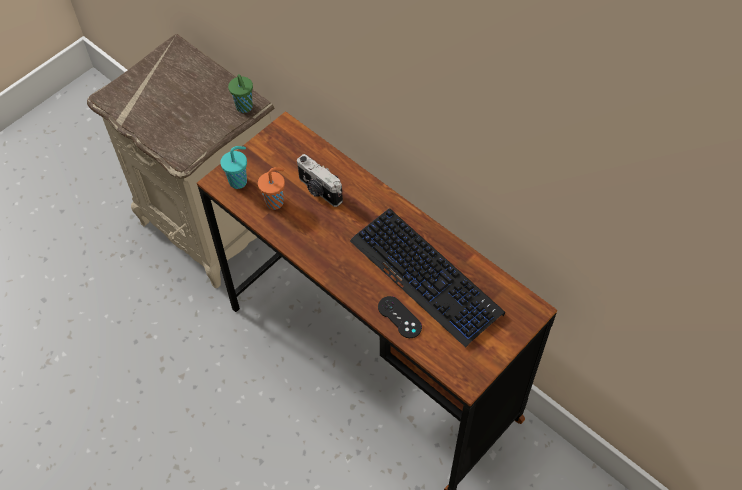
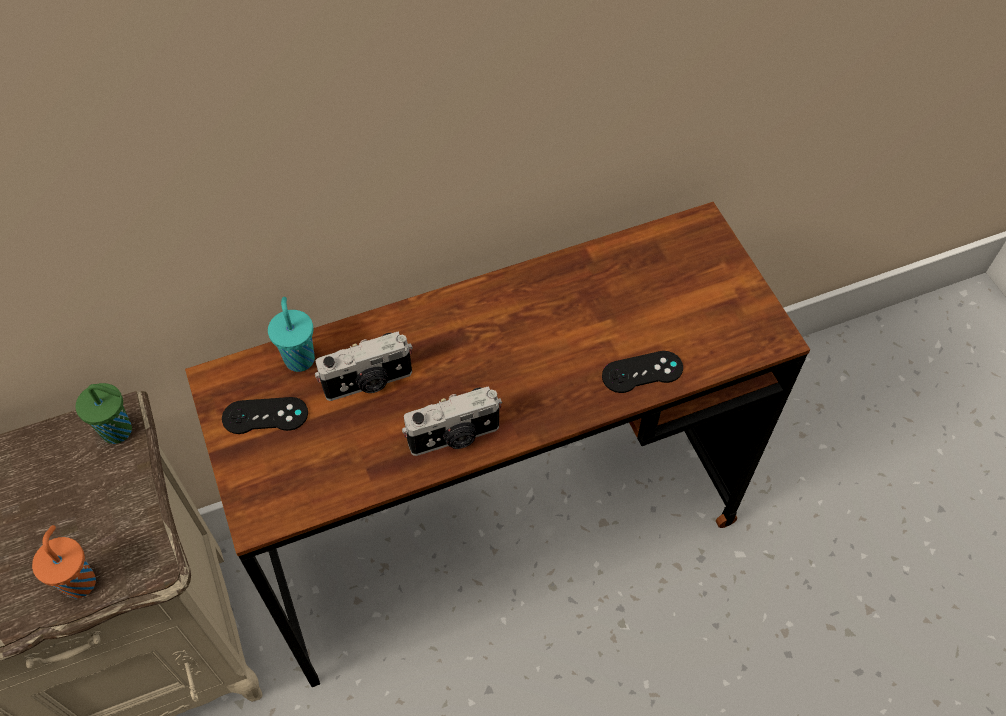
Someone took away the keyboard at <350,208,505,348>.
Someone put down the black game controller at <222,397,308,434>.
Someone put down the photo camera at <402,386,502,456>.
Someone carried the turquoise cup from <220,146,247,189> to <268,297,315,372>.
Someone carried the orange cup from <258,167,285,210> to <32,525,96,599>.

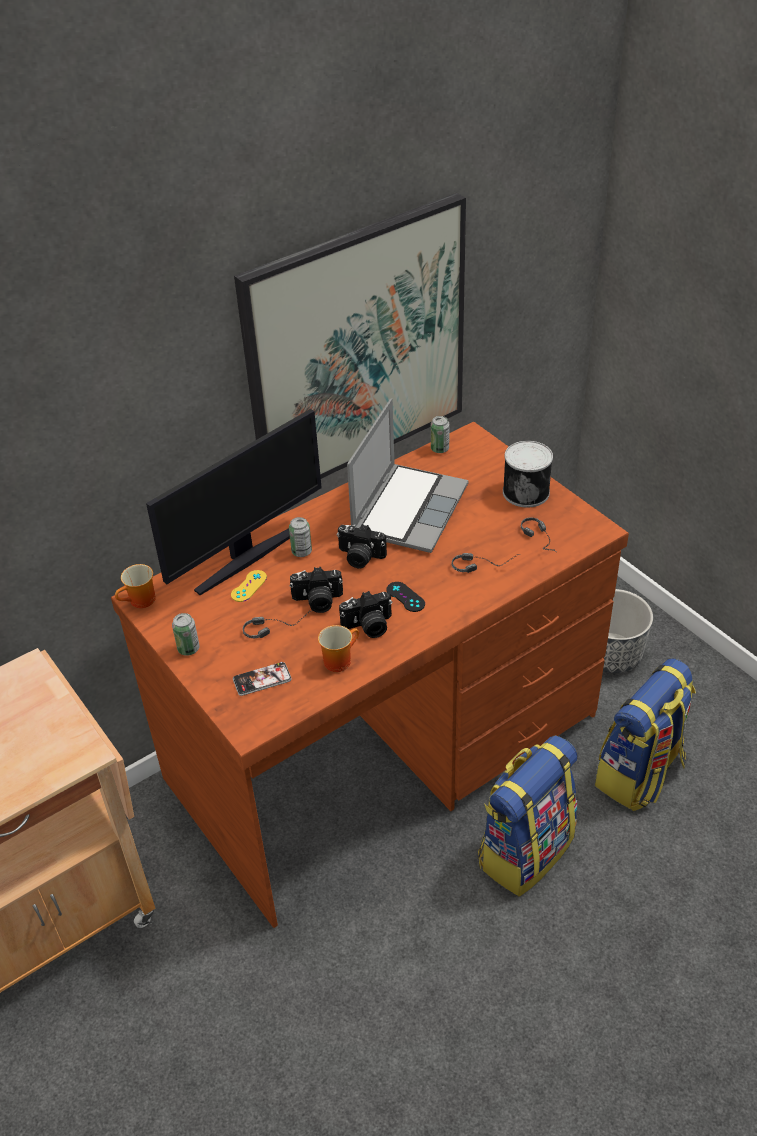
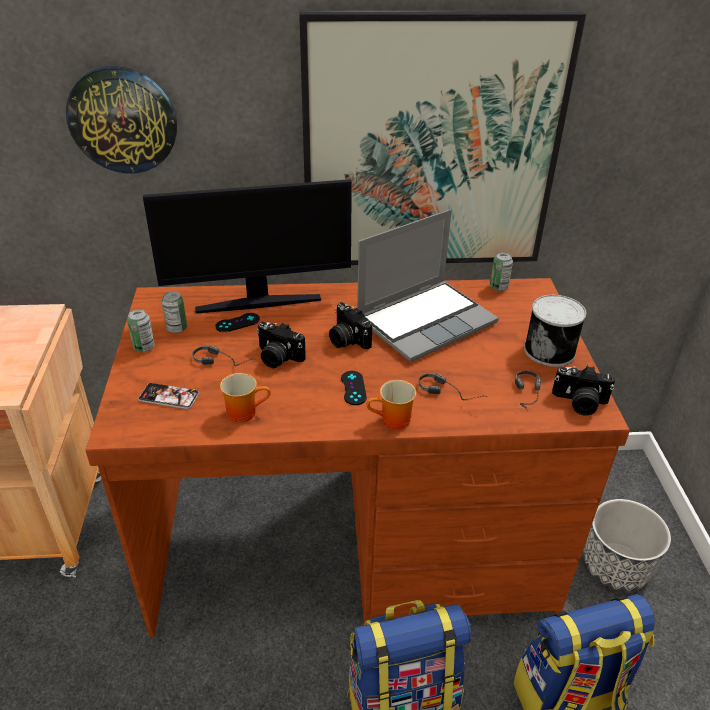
Someone put up the wall clock at <66,66,177,173>.
Someone carried the mug from <115,564,156,608> to <367,380,417,430>.
Someone carried the can from <289,517,312,557> to <162,291,187,333>.
Someone carried the photo camera from <339,591,392,638> to <552,366,615,415>.
Someone repainted the yellow game controller at <231,570,267,602>, which became the black game controller at <215,313,260,332>.

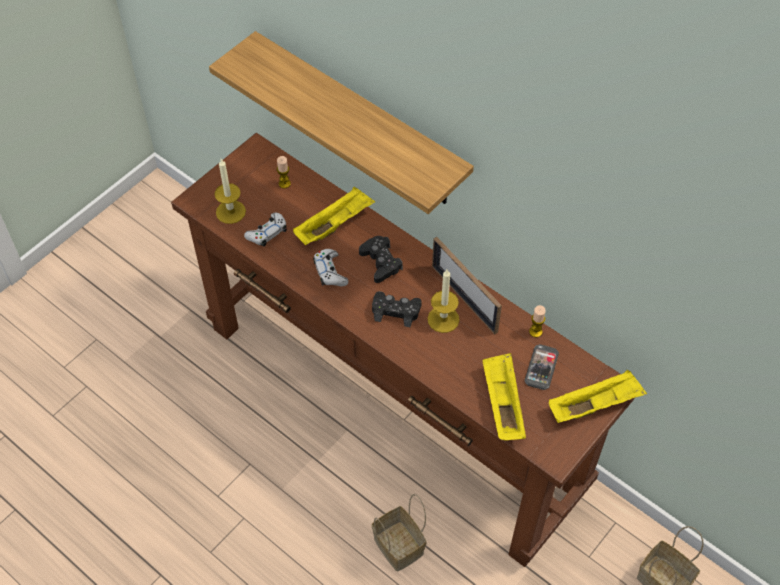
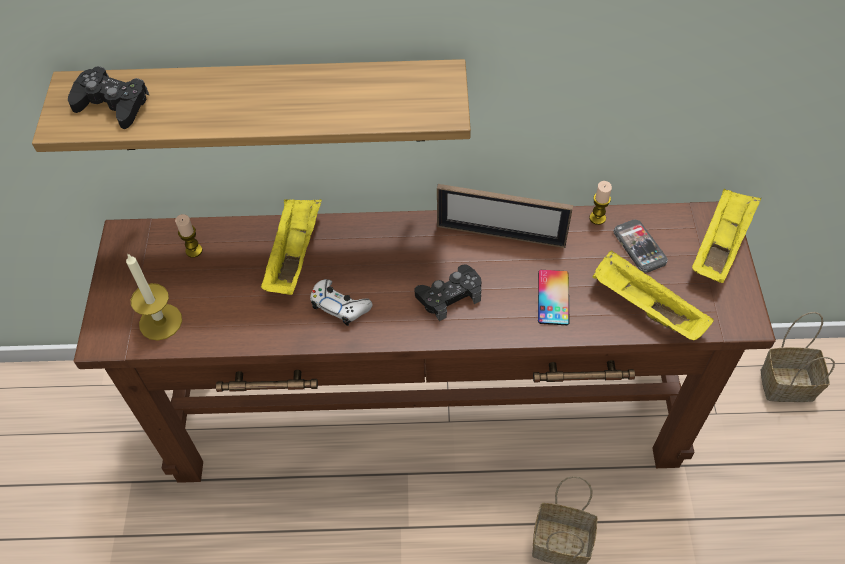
Someone took away the white game controller at <244,213,287,247>.
Someone took away the candle at <428,270,460,333>.
Someone put down the phone at <538,270,569,325>.
Someone carried the black game controller from <359,236,403,283> to <68,66,150,129>.

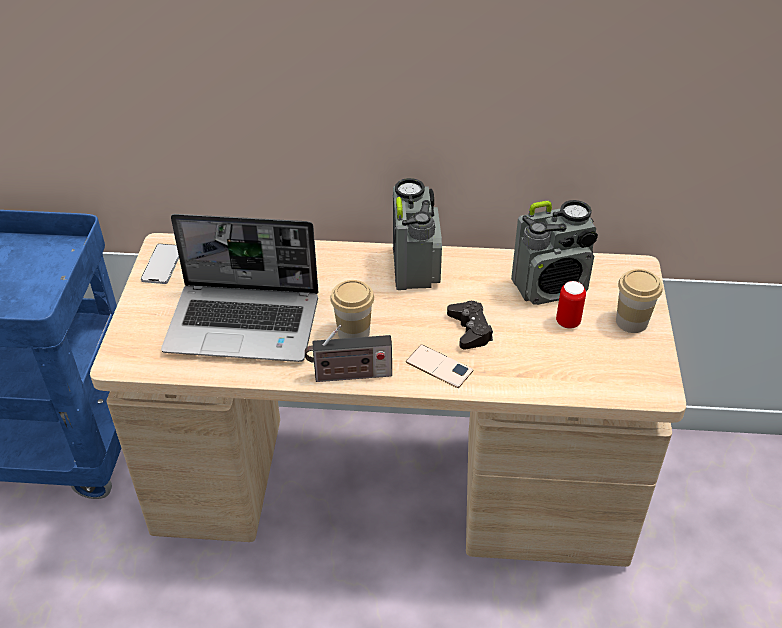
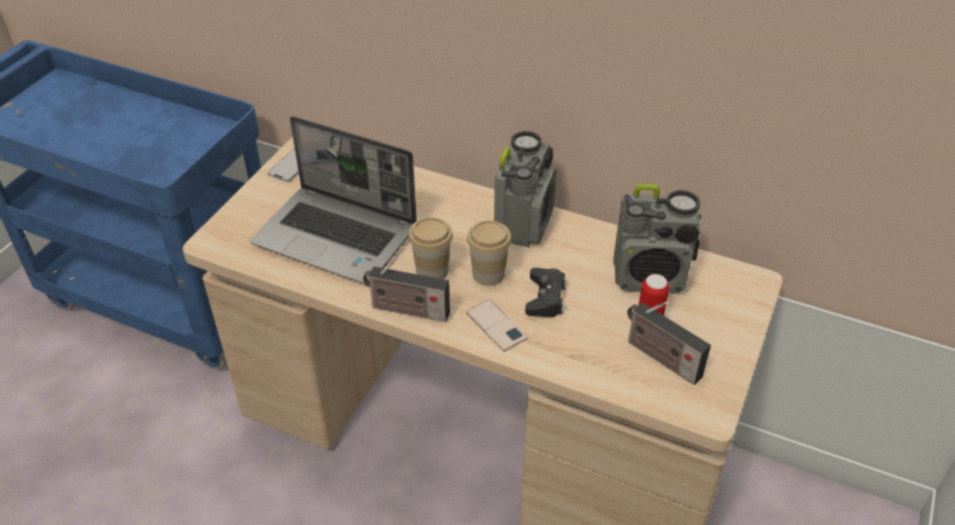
Someone put down the radio at <627,302,711,385>.
Someone carried the cup from <616,269,662,333> to <467,220,511,286>.

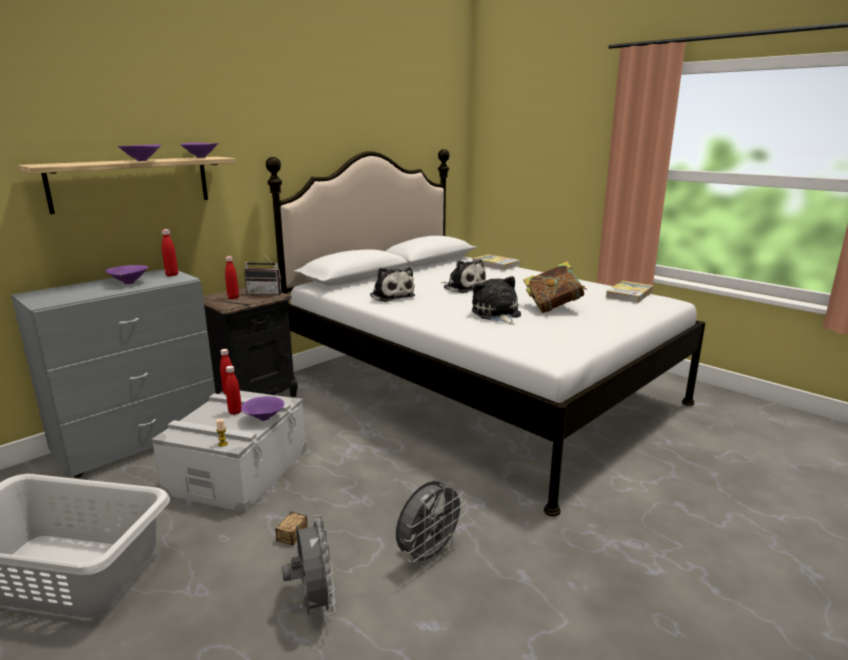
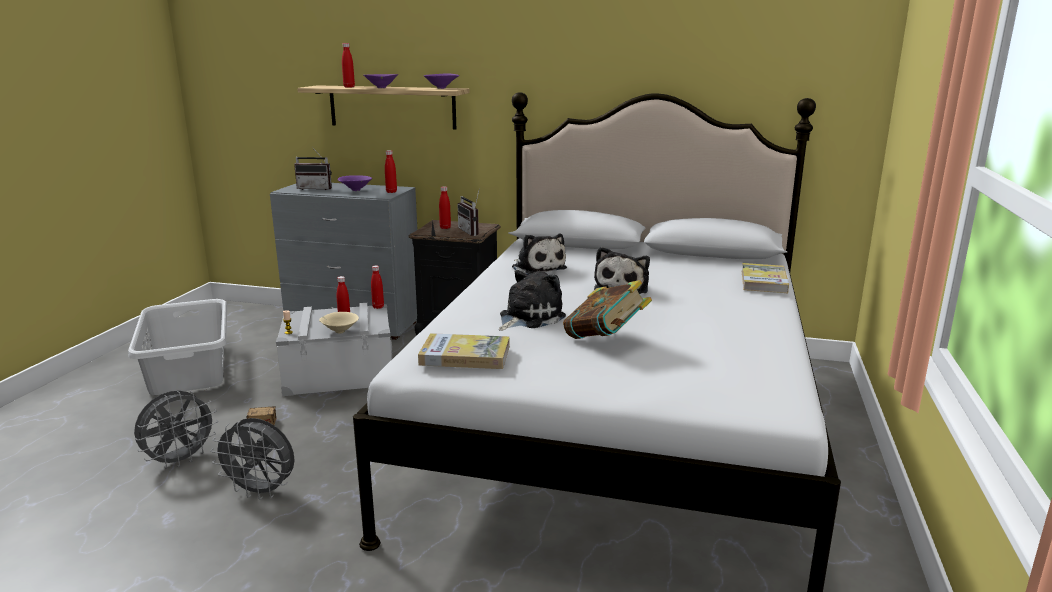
Someone put down the radio at <294,147,332,190>.
Someone put down the red bottle at <342,43,355,88>.
Someone carried the book from <605,281,653,303> to <418,333,510,369>.
Someone repainted the purple bowl at <241,396,285,421>, which became the beige bowl at <319,312,359,333>.
Someone rotated the plush toy at <370,267,415,302> by 60 degrees counterclockwise.

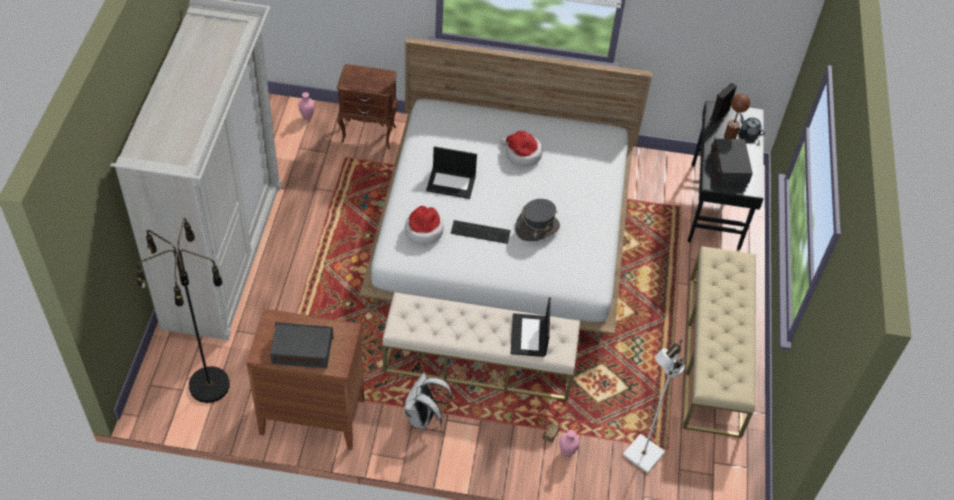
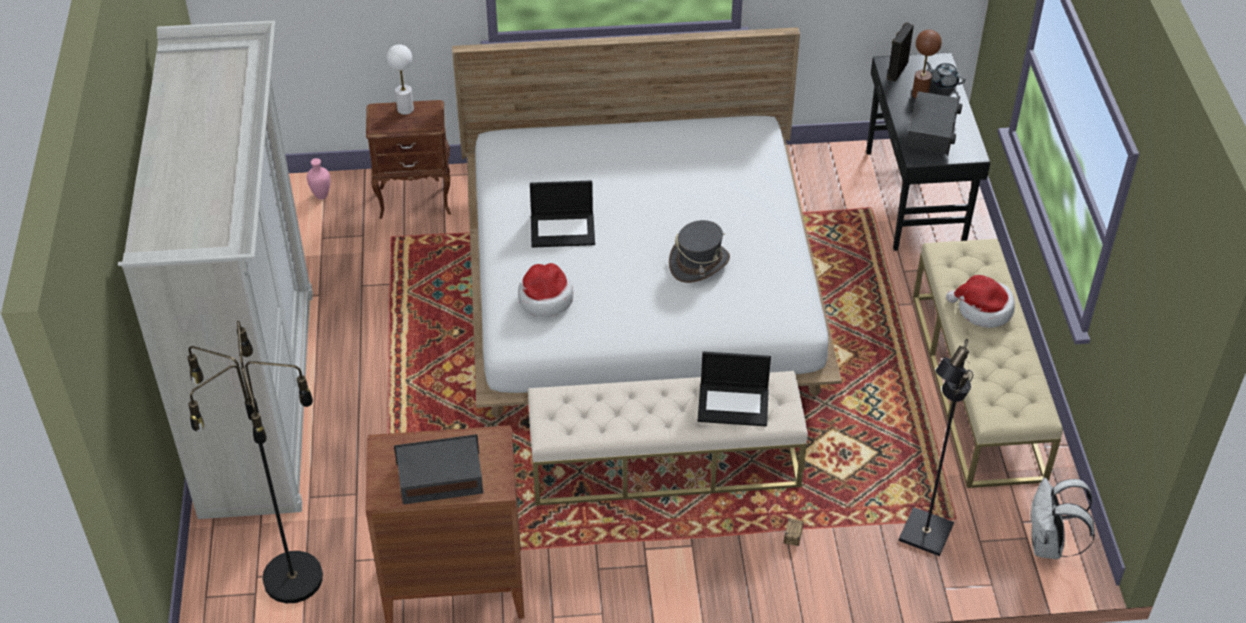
Someone took away the keyboard at <450,220,511,244>.
Someone took away the pink vase at <560,430,579,457>.
Someone put down the white table lamp at <387,44,414,115>.
Someone carried the white backpack from <404,372,452,430> to <1029,477,1095,559>.
Someone carried the hat from <501,131,543,167> to <946,275,1015,328>.
Someone repainted the white floor lamp at <623,339,685,473>, which became the black floor lamp at <899,339,973,556>.
Someone rotated the laptop at <511,297,551,357> by 75 degrees counterclockwise.
Someone rotated the radio at <711,137,753,185> by 150 degrees counterclockwise.

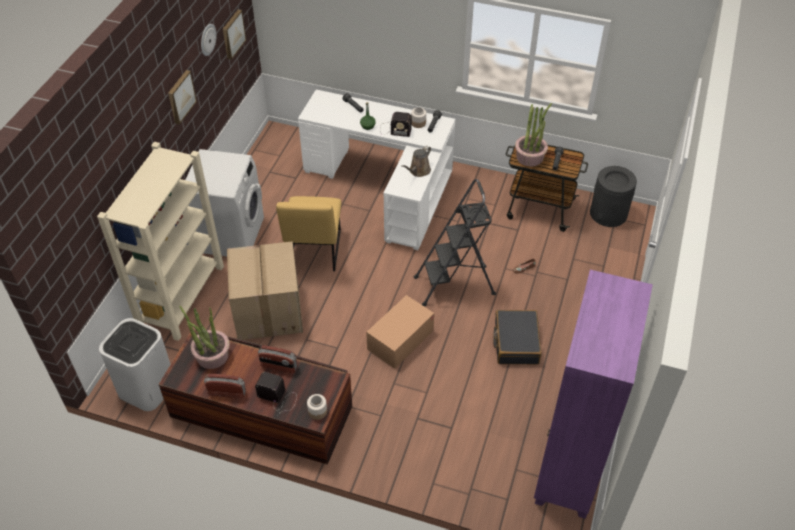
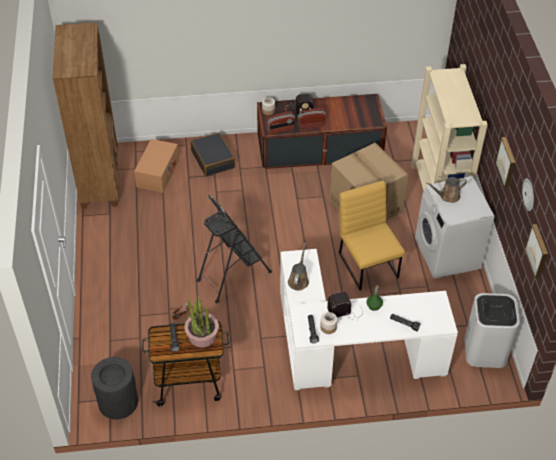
Someone took away the potted plant at <179,306,230,369>.
Someone put down the brown watering can at <426,177,467,203>.
Someone carried the white trash can from <99,318,170,411> to <464,293,520,368>.
Someone carried the radio from <204,374,246,399> to <267,111,295,135>.
Someone carried the cardboard box from <366,295,434,369> to <134,139,179,193>.
Someone carried the black suitcase from <493,310,541,365> to <190,132,235,177>.
Someone repainted the purple bookcase at <534,270,653,519>, which became the brown bookcase at <52,22,118,209>.

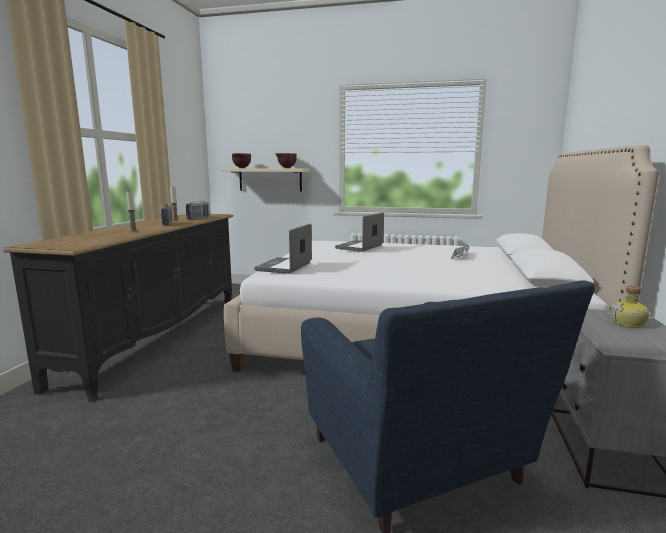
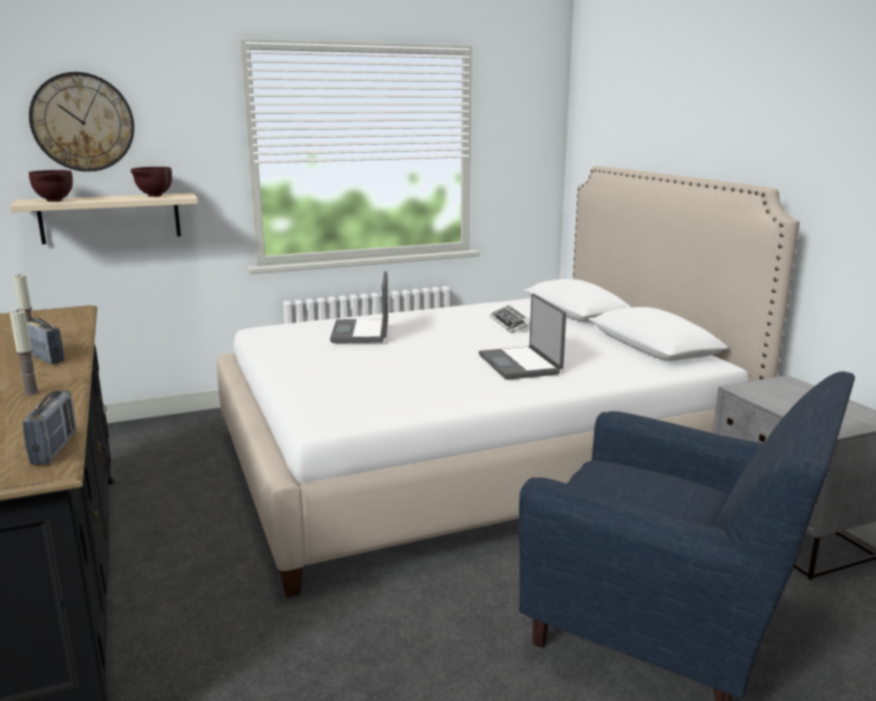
Someone took away the bottle at <611,286,649,328>.
Someone put up the wall clock at <29,72,134,172>.
Someone carried the radio from <186,201,209,220> to <22,390,76,465>.
Someone carried the laptop from <254,224,312,274> to <479,294,566,380>.

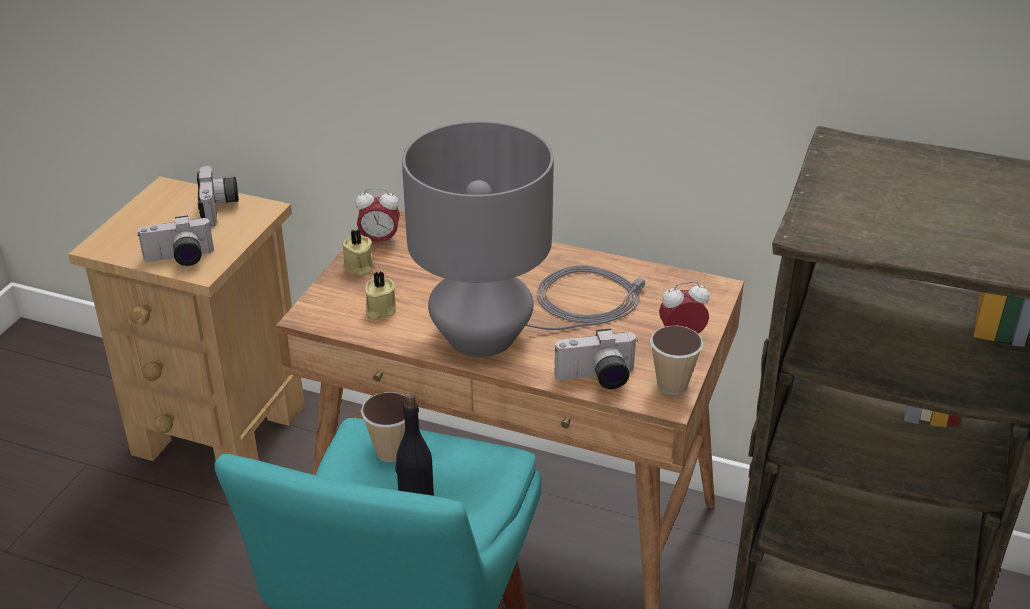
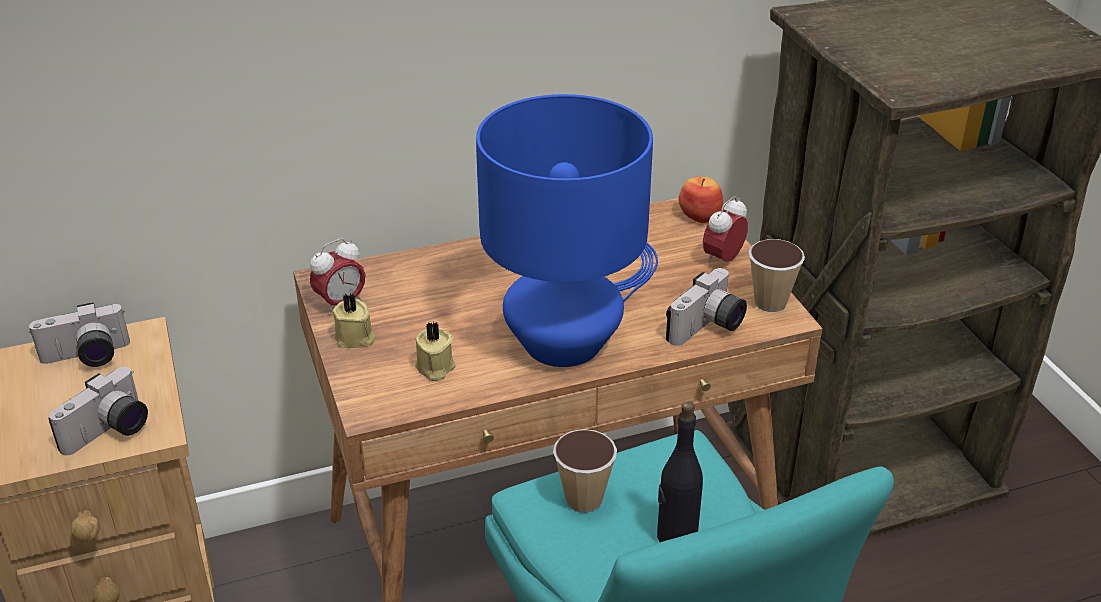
Someone put down the apple at <678,176,723,223>.
Someone repainted the grey table lamp at <402,121,645,357>, which became the blue table lamp at <476,94,658,367>.
Someone rotated the photo camera at <197,166,239,228> by 120 degrees clockwise.

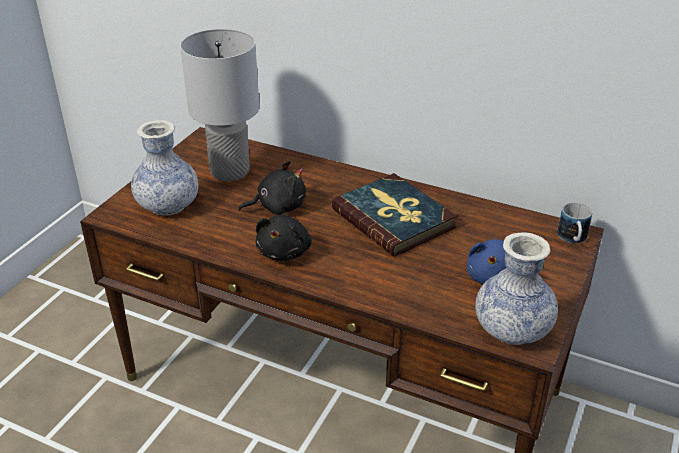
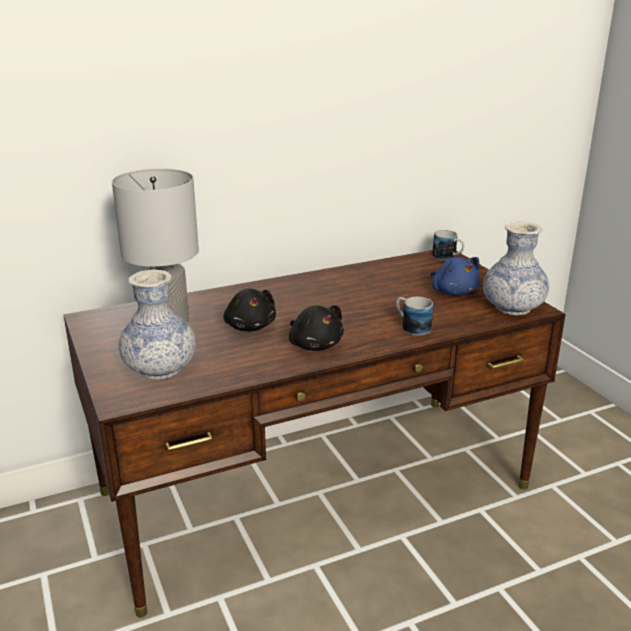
Someone took away the book at <332,173,457,257>.
Someone put down the mug at <396,297,433,336>.
Someone rotated the black plush toy at <238,160,306,215> by 135 degrees clockwise.

